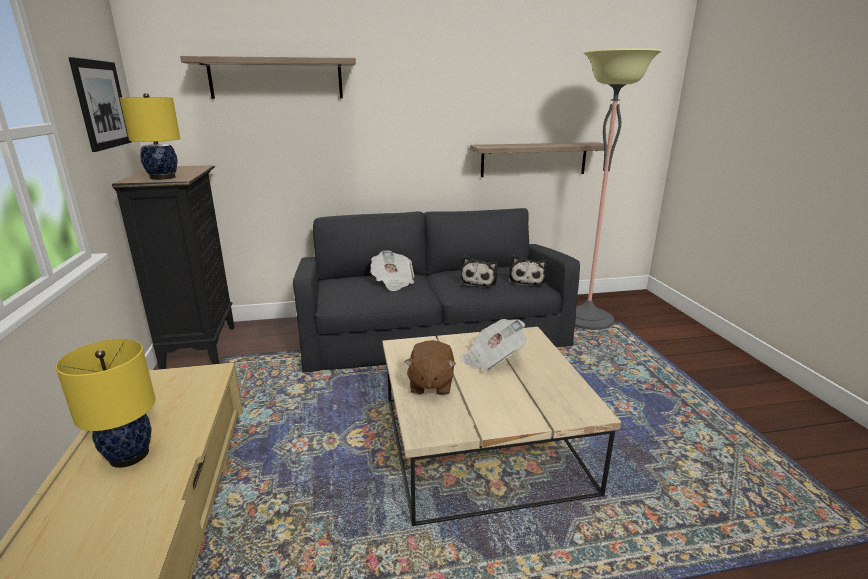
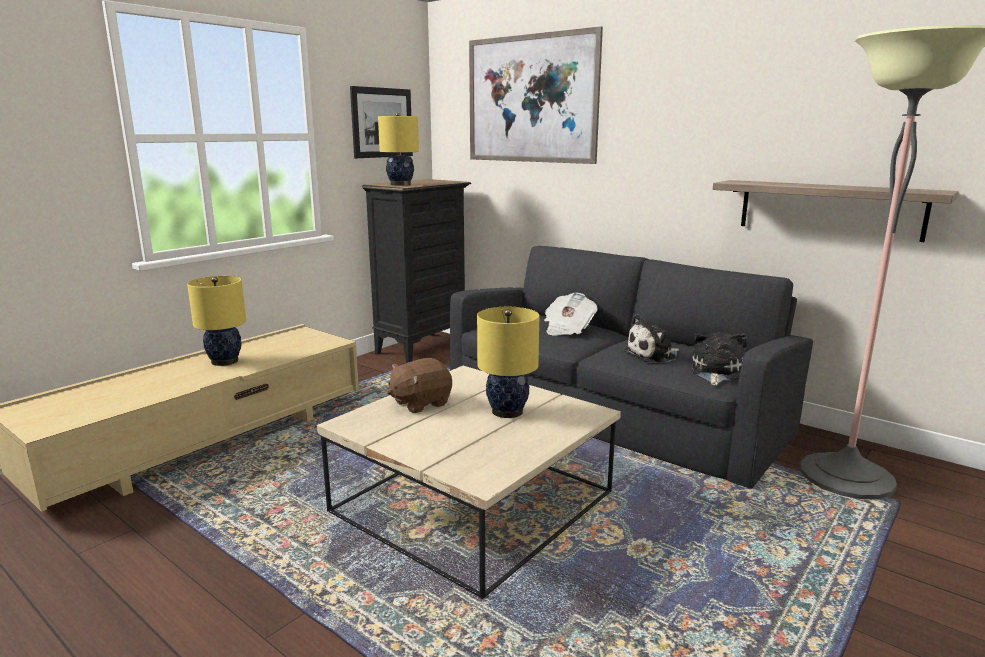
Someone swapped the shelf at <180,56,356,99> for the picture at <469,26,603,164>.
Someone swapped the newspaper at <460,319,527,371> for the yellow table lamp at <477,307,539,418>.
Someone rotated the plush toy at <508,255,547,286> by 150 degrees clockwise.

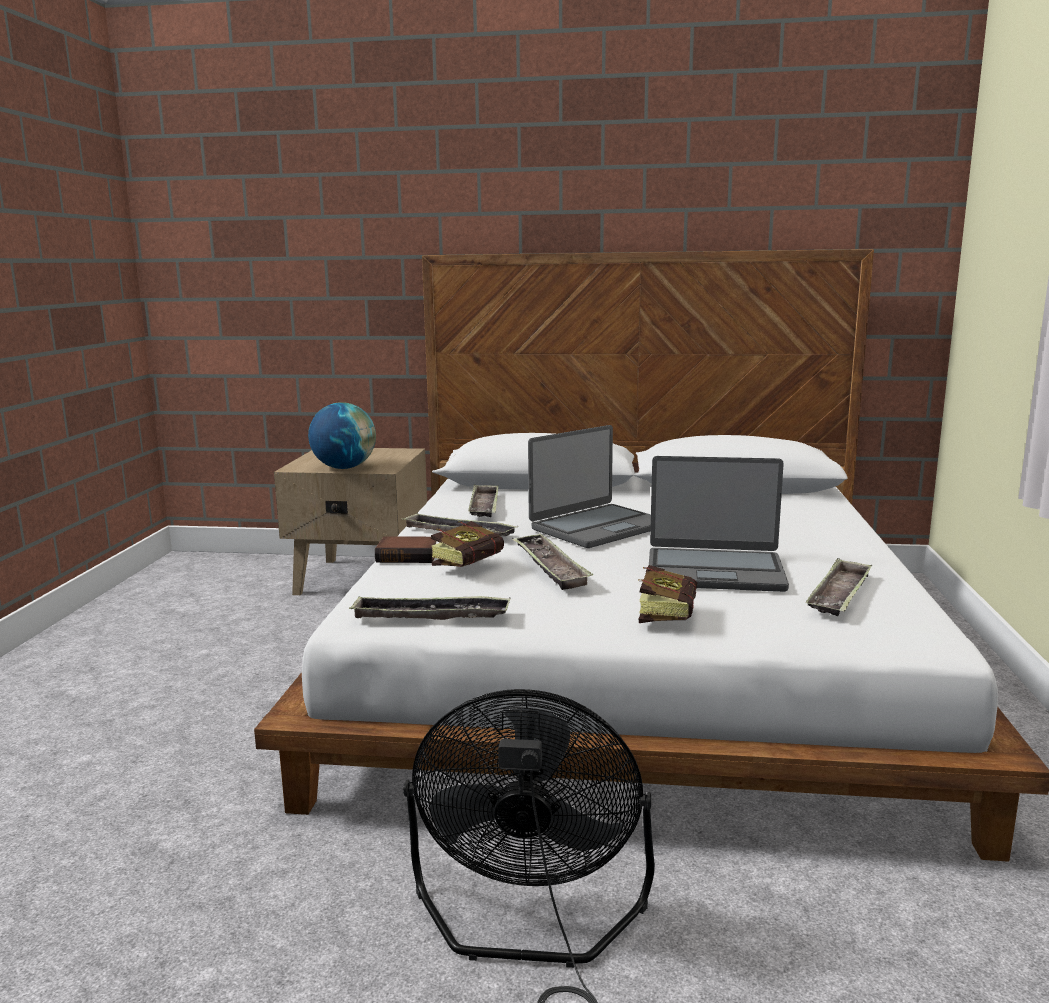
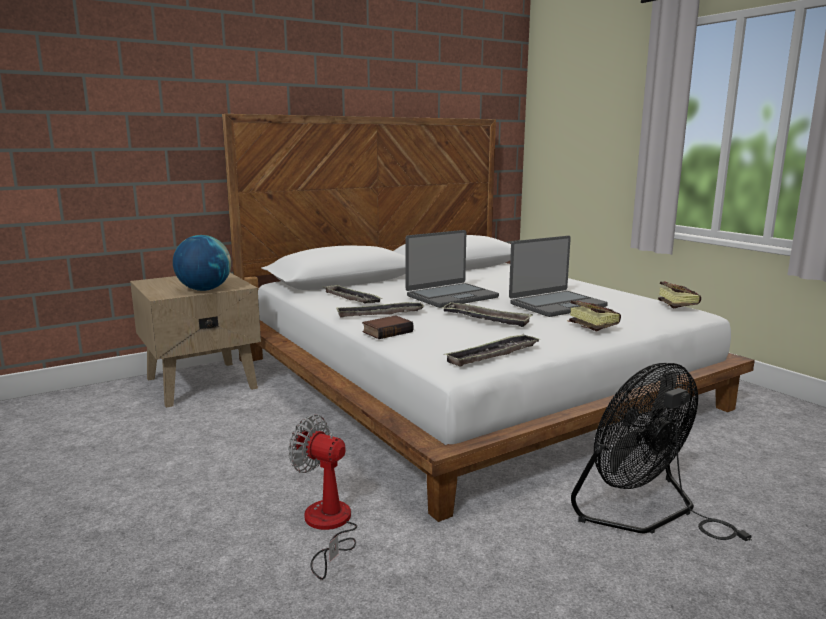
Someone took away the tray at <806,558,872,616>.
Someone put down the fan at <288,415,357,580>.
Someone carried the book from <431,521,504,567> to <658,281,701,309>.
Someone rotated the laptop at <528,425,651,548> by 45 degrees clockwise.

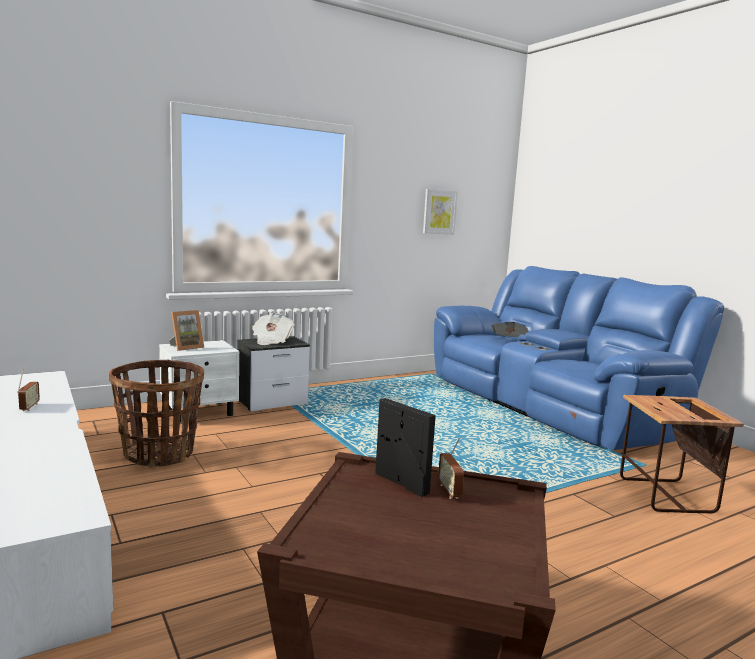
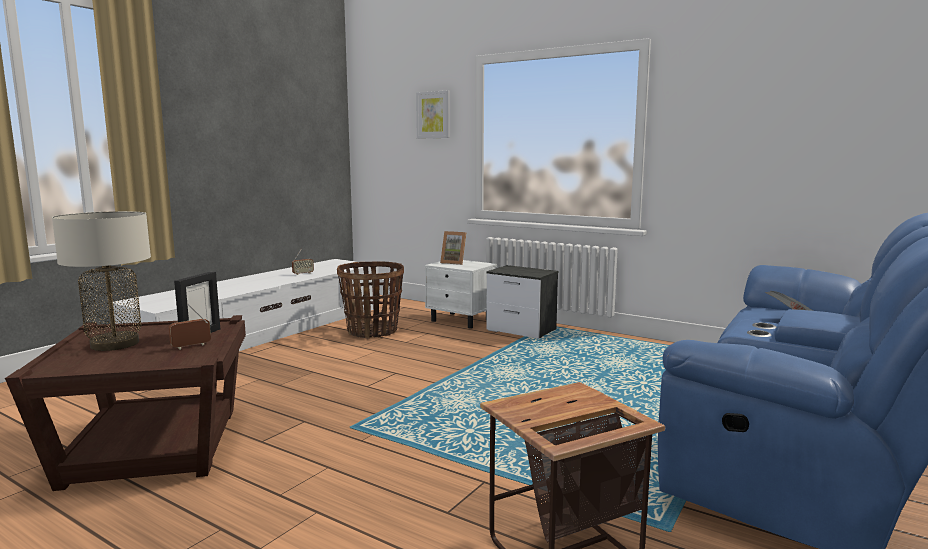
Someone took away the newspaper at <252,313,294,345>.
Someone put down the table lamp at <52,211,151,351>.
Someone carried the picture from <423,189,458,234> to <416,91,450,138>.

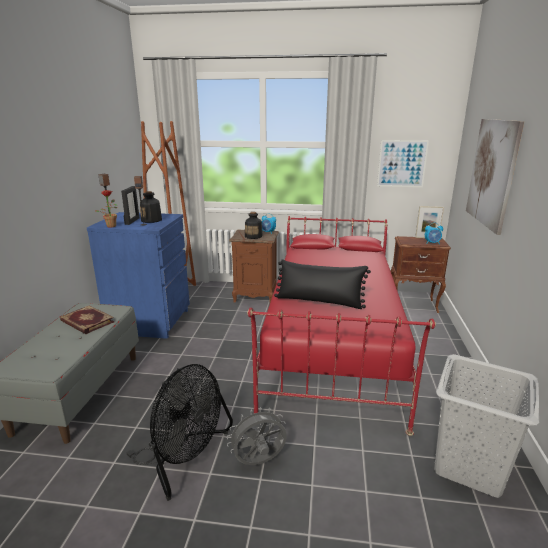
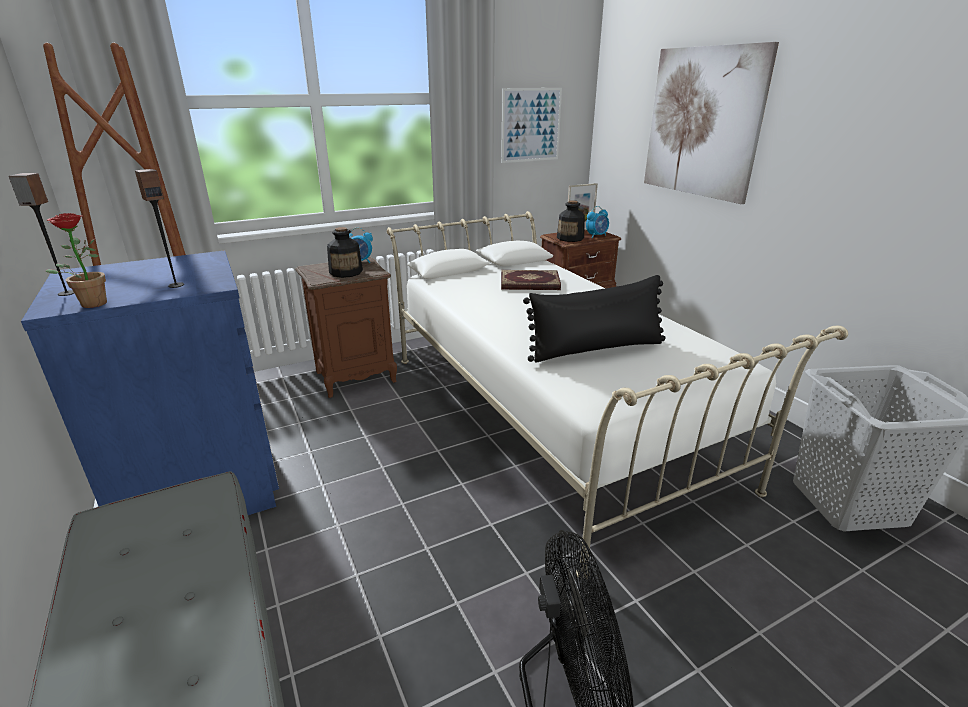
Someone took away the picture frame at <121,186,140,225>.
Someone took away the grey fan at <227,407,286,465>.
Someone carried the book from <60,306,114,334> to <501,270,561,290>.
Someone carried the bottle from <140,191,162,223> to <557,200,585,242>.
Someone repainted the red bed at <247,216,436,436>, which became the white bed at <387,211,848,578>.

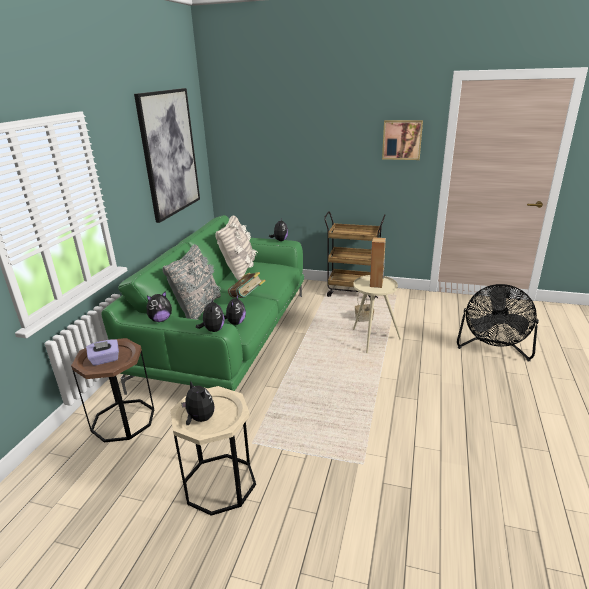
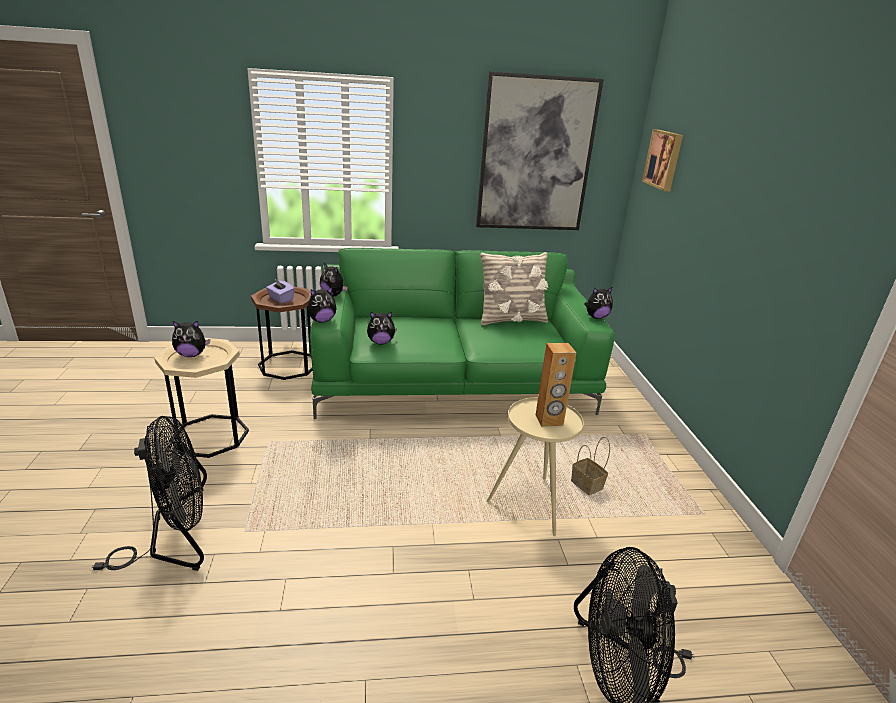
Someone took away the grey pillow at <163,244,221,320>.
Someone took away the book at <228,272,265,298>.
Someone took away the brown cart at <324,211,385,299>.
Someone put down the black fan at <91,416,207,571>.
Someone carried the picture from <382,120,423,160> to <642,129,683,191>.
Someone rotated the plush toy at <181,381,215,425> by 60 degrees clockwise.

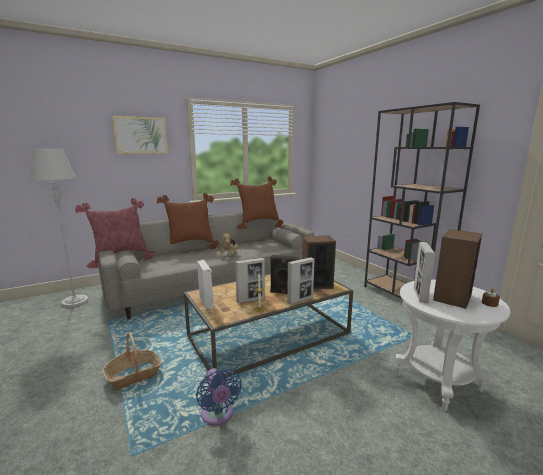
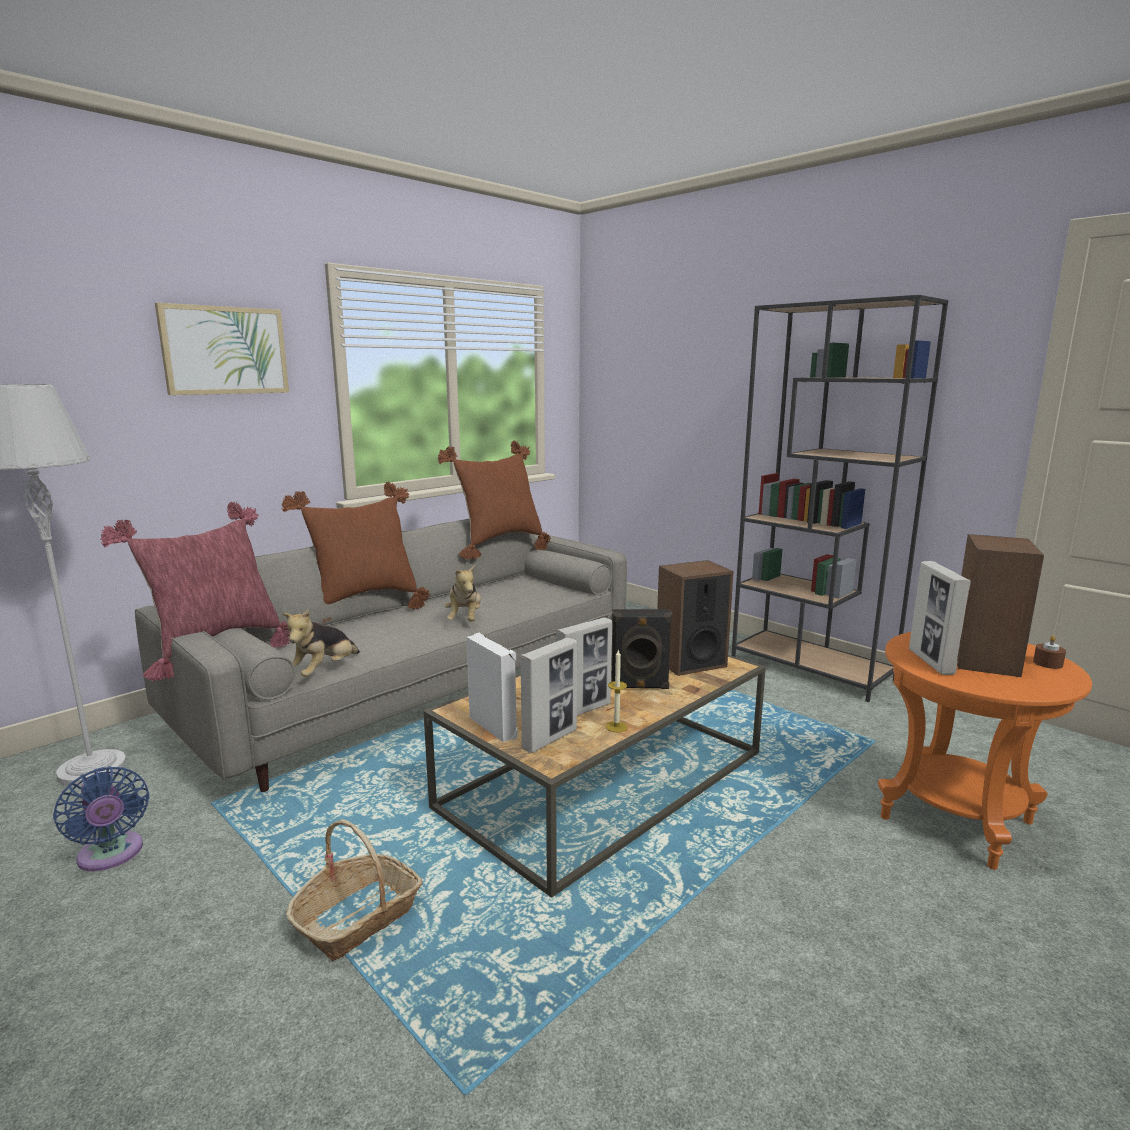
Someone put down the plush toy at <283,609,360,677>.
Someone carried the blue fan from <196,368,242,426> to <53,766,149,871>.
Someone carried the picture frame from <287,257,315,304> to <520,638,577,753>.
Someone repainted the white side table at <396,280,510,411>, which became the orange side table at <878,632,1092,870>.

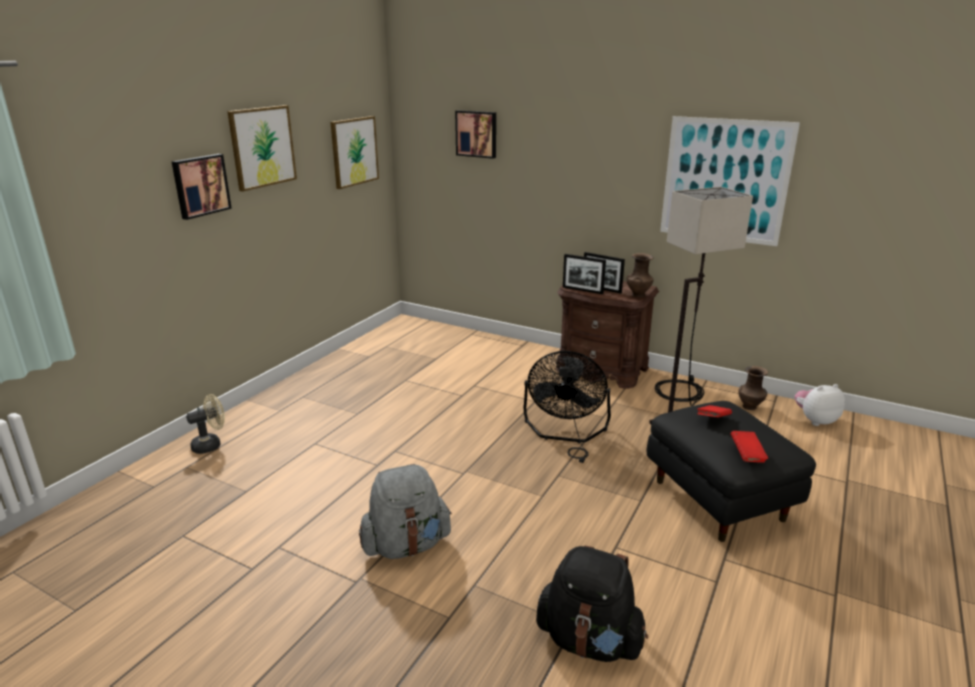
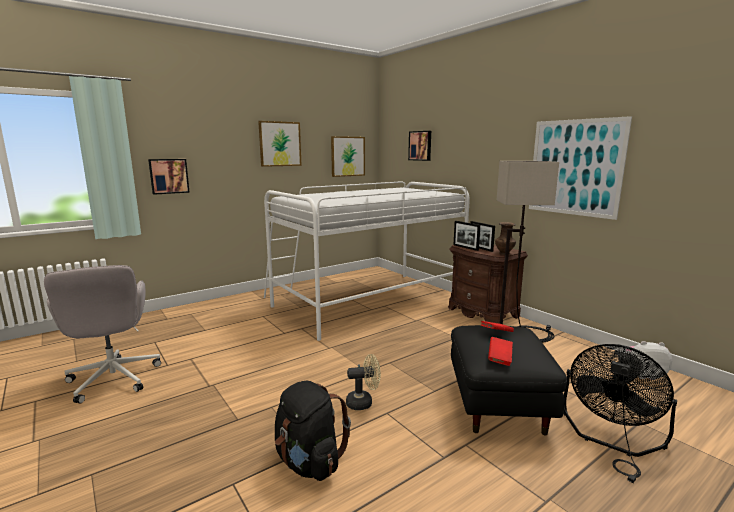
Someone took away the grey backpack at <359,464,452,559>.
Someone took away the brown vase at <738,366,768,410>.
Someone put down the grey office chair at <44,265,161,403>.
Someone put down the white bed at <264,182,470,341>.
Someone carried the picture from <171,154,232,220> to <148,159,190,195>.
Someone carried the beige fan from <186,394,225,454> to <346,354,381,410>.
Someone carried the black fan from <524,351,611,463> to <563,344,677,483>.

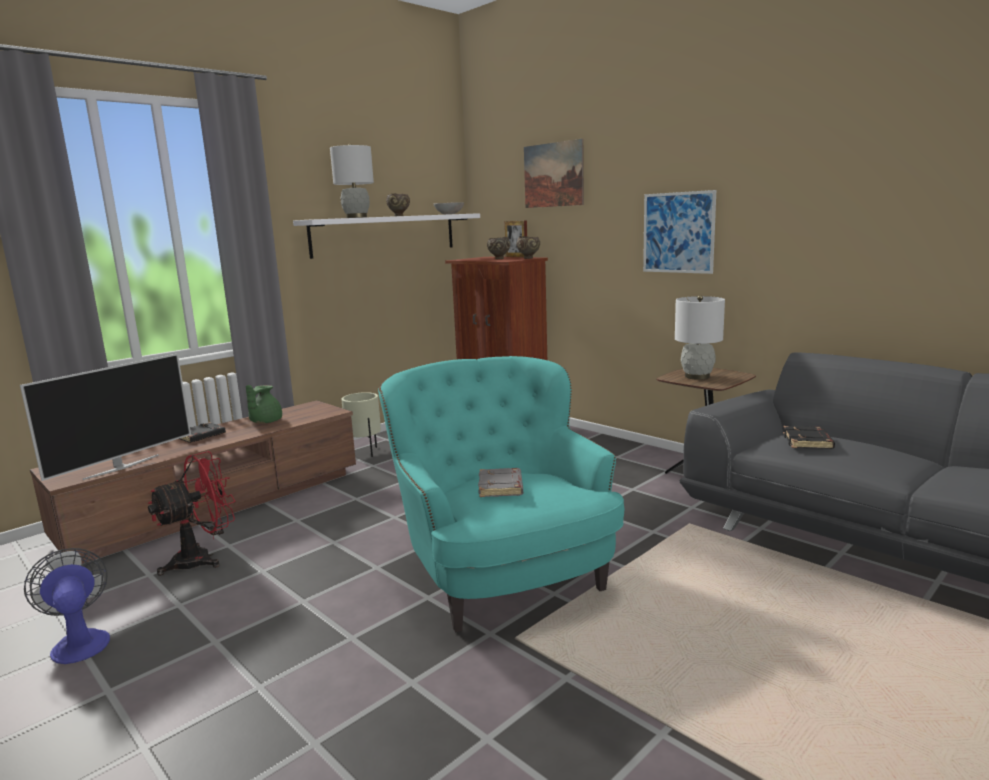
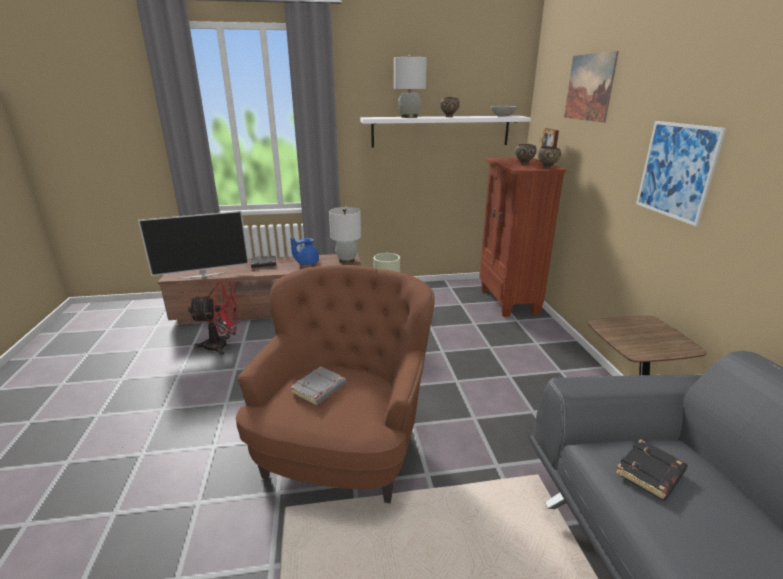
Someone took away the fan at <24,548,110,664>.
Someone carried the white table lamp from <675,295,725,380> to <329,207,361,263>.
Someone repainted the green teapot at <246,385,282,423>, which became the blue teapot at <291,238,319,265>.
Someone repainted the turquoise armchair at <378,356,624,633>, which became the brown armchair at <236,265,435,503>.

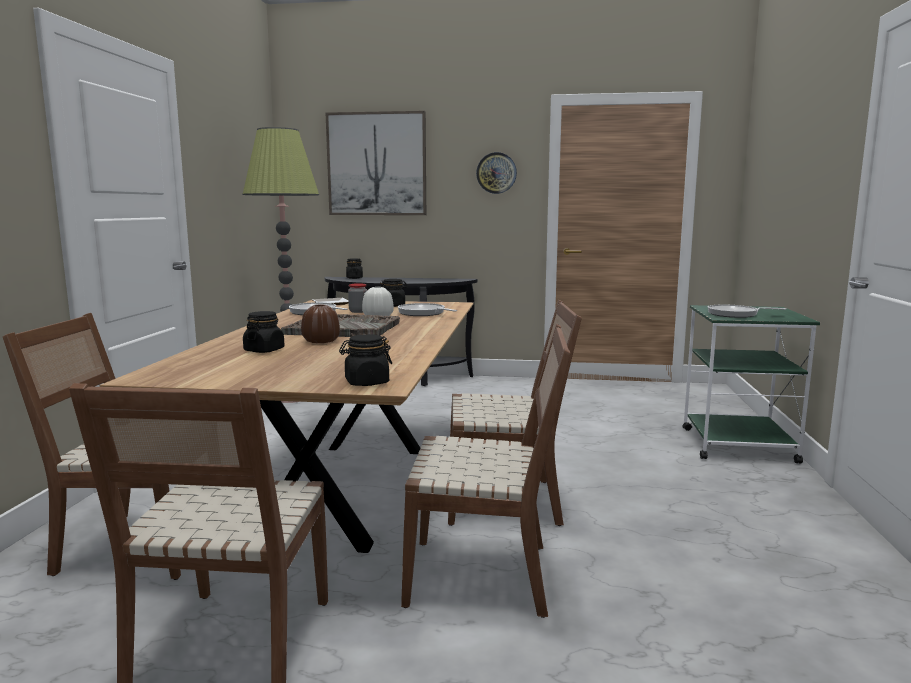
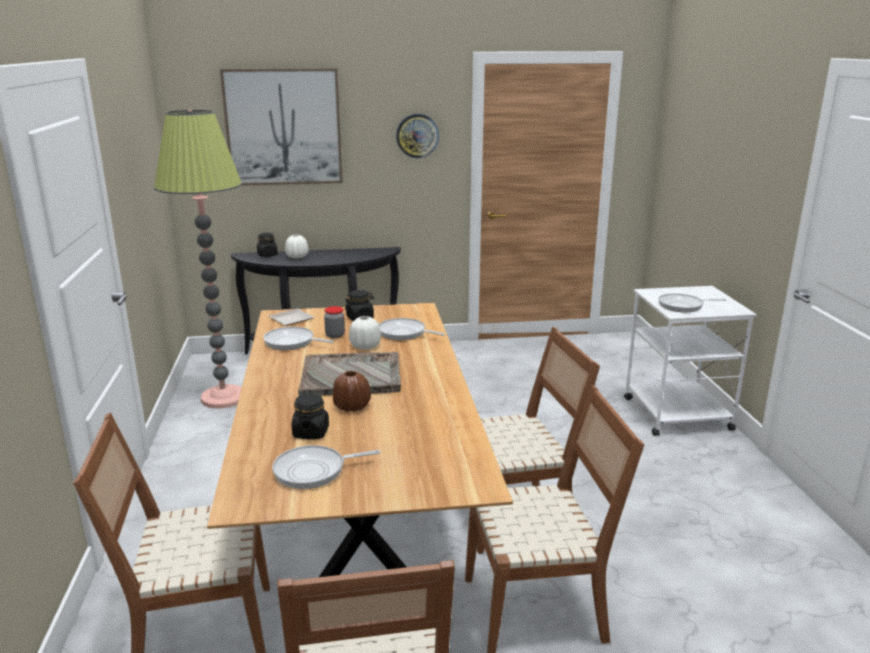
Someone took away the black jar at <339,334,392,386>.
Someone put down the frying pan at <272,445,380,489>.
Someone put down the white vase at <285,234,308,258>.
Someone repainted the green cart at <682,305,820,463>, which became the white cart at <624,286,757,436>.

